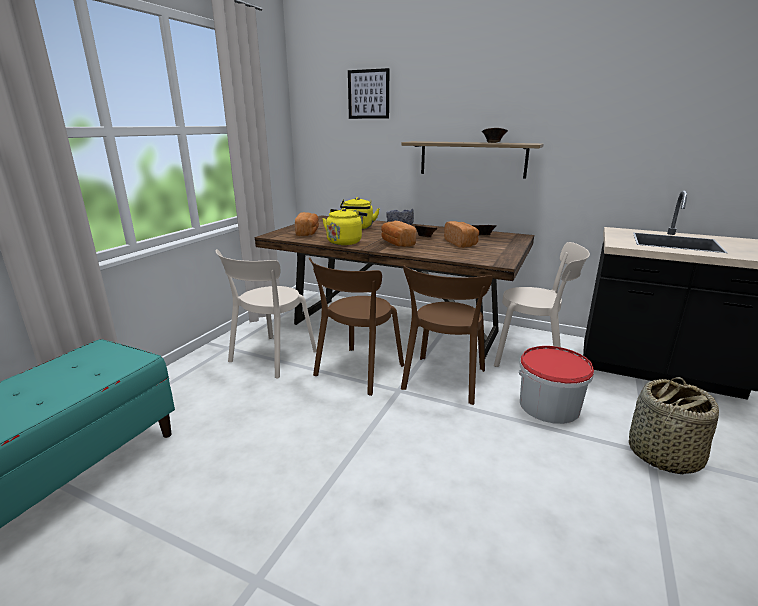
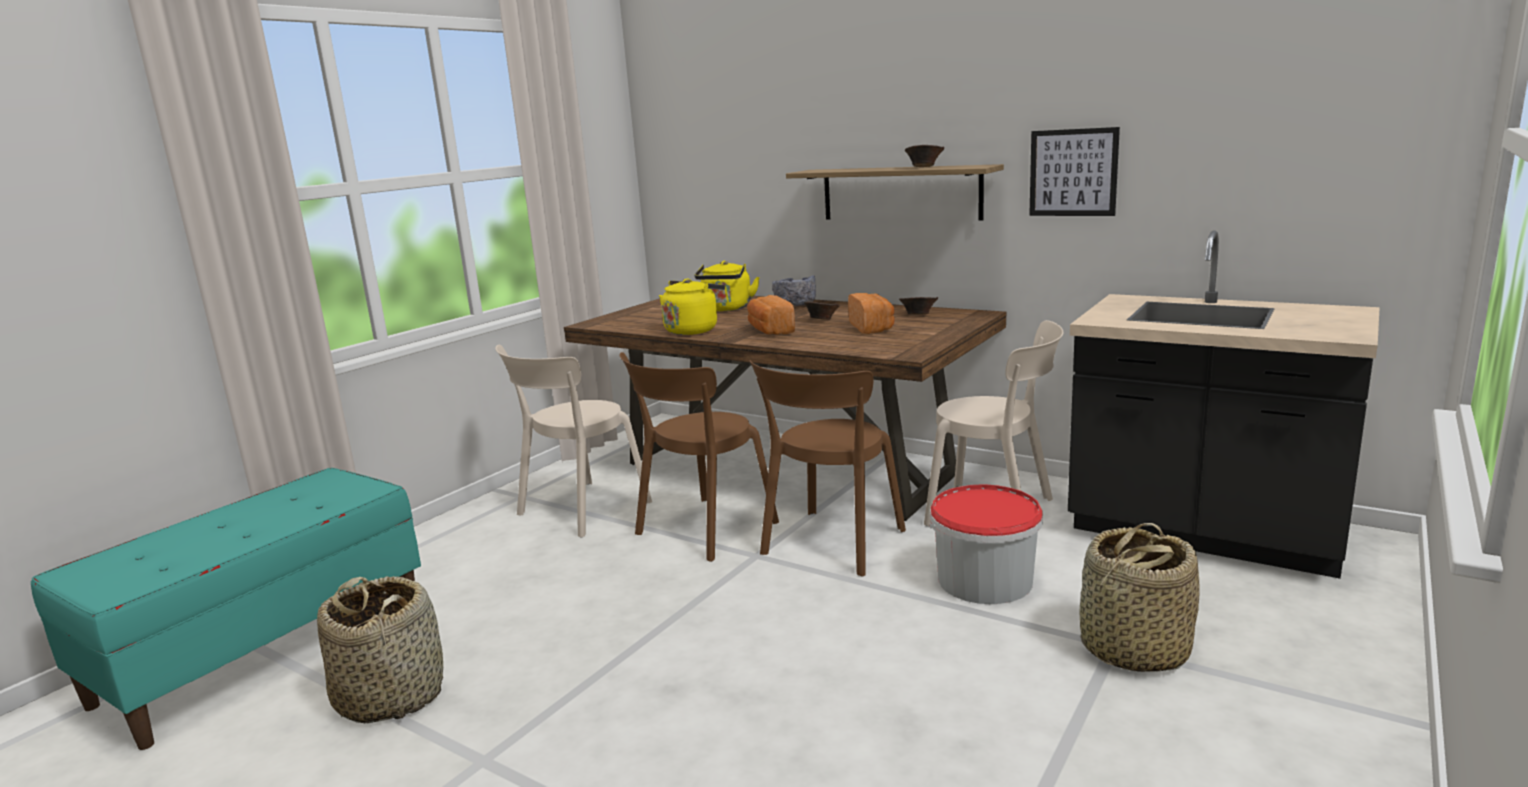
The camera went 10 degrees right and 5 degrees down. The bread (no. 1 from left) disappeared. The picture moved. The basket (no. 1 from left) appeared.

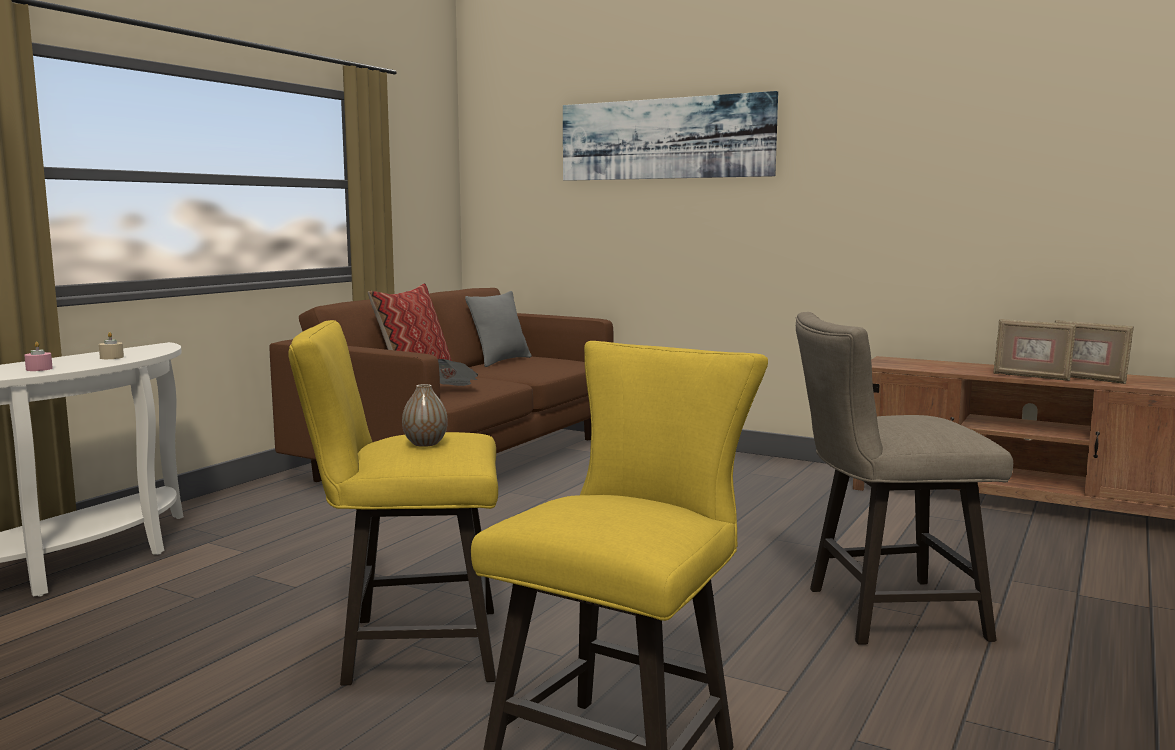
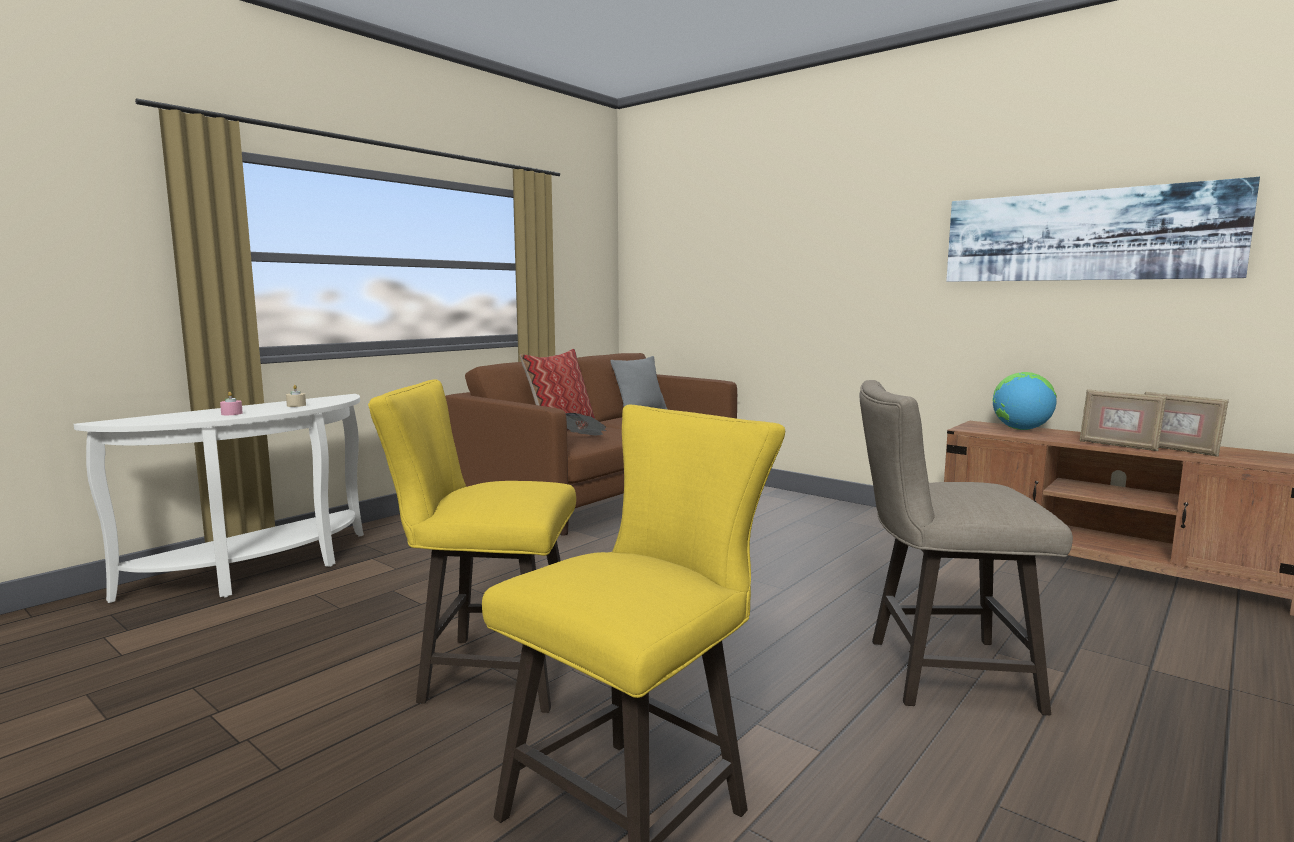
The camera went 10 degrees right and 0 degrees up. The vase disappeared. The picture moved. The globe appeared.

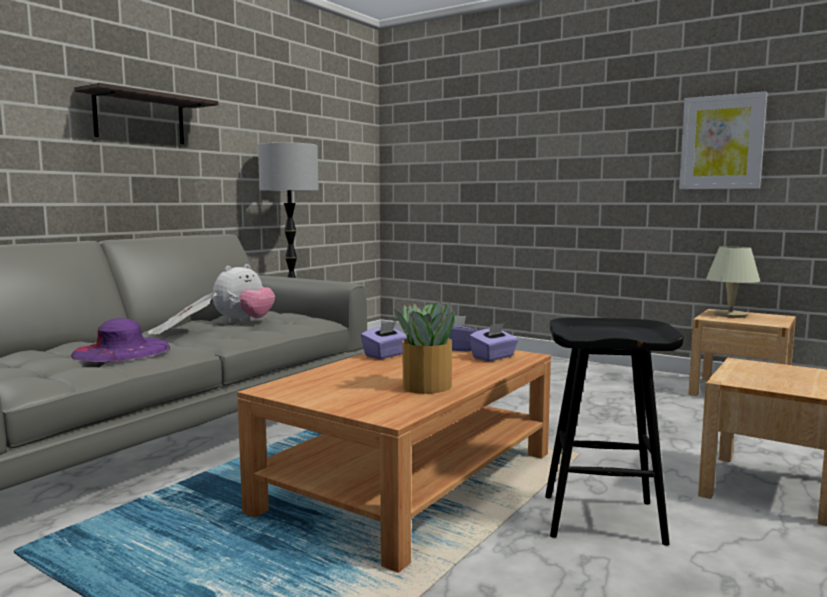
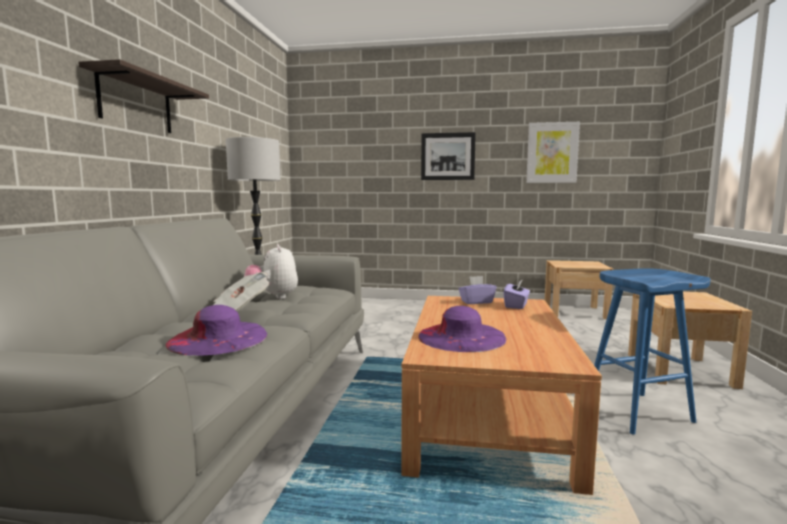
The camera went 25 degrees left and 0 degrees up. The plush toy turned 150 degrees clockwise. The purple tissue box (no. 1 from left) disappeared. The potted plant disappeared. The black stool became the blue stool. The beige table lamp disappeared. The purple hat (no. 2 from left) appeared. The picture (no. 1 from left) appeared.

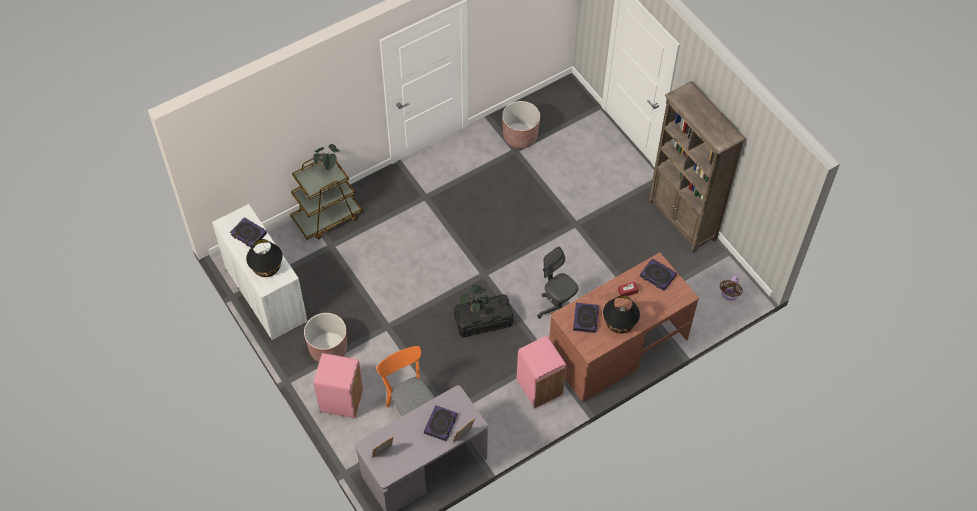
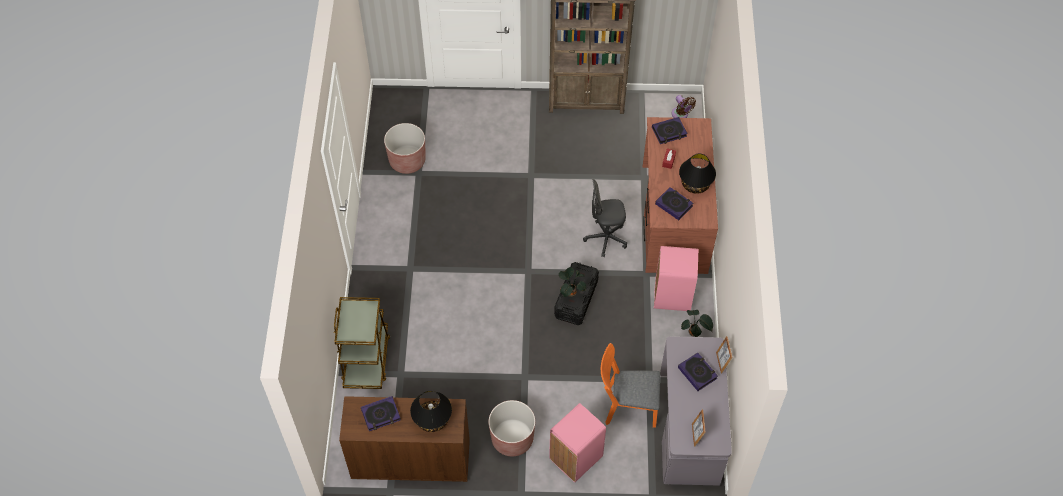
The camera went 55 degrees left and 0 degrees up. The white cabinet became the brown cabinet. The potted plant (no. 1 from left in the first image) moved.

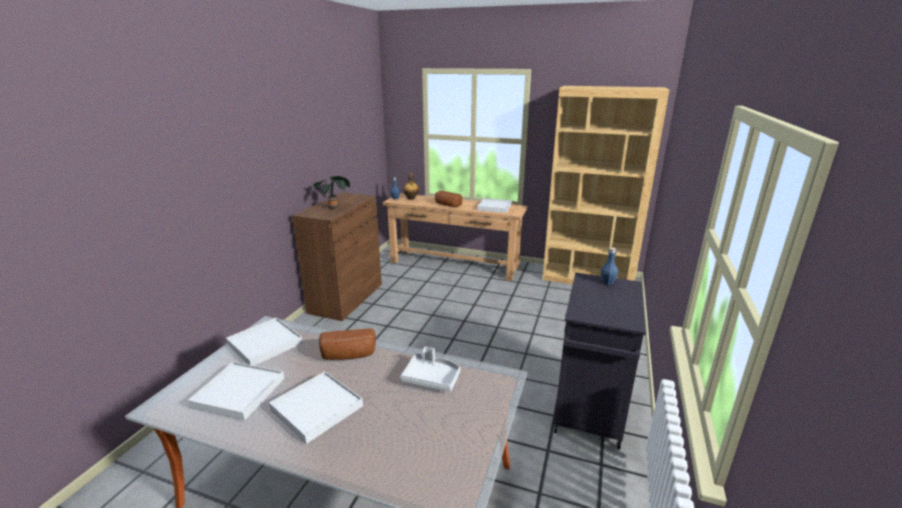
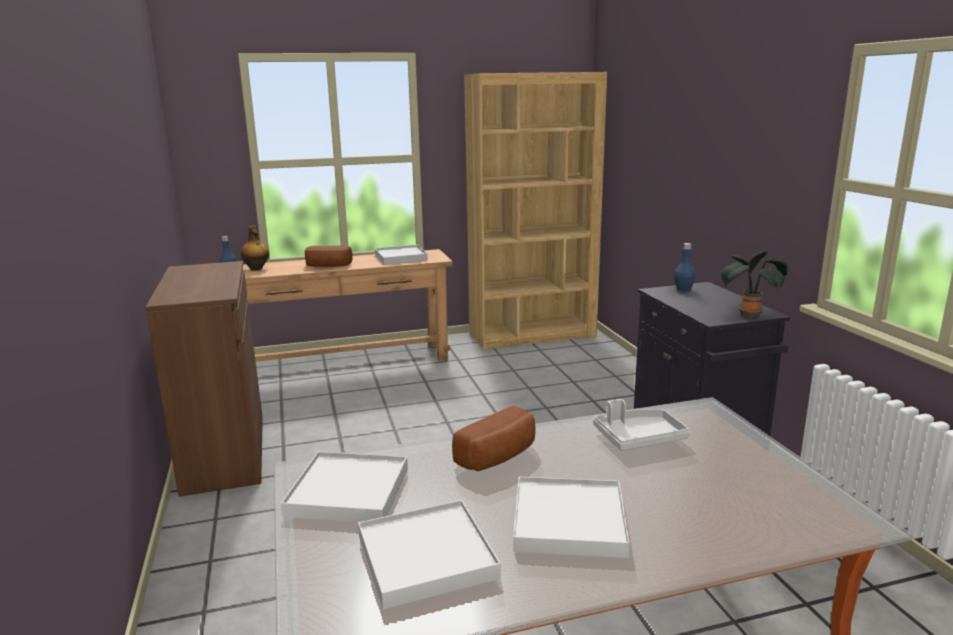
The camera went 35 degrees left and 5 degrees down. The potted plant moved.

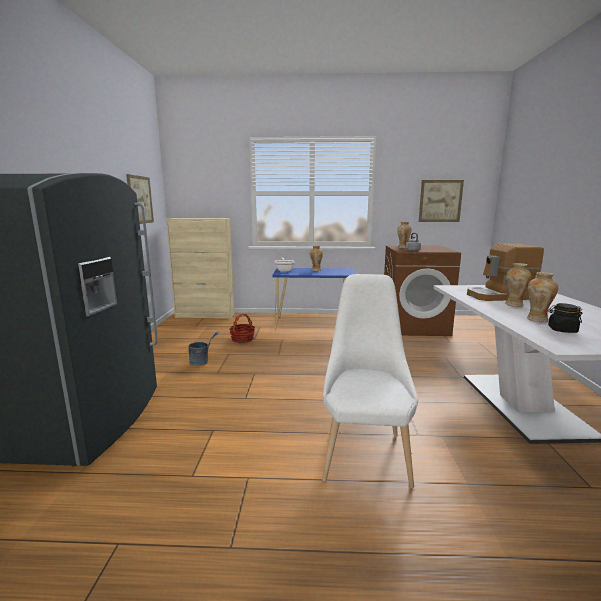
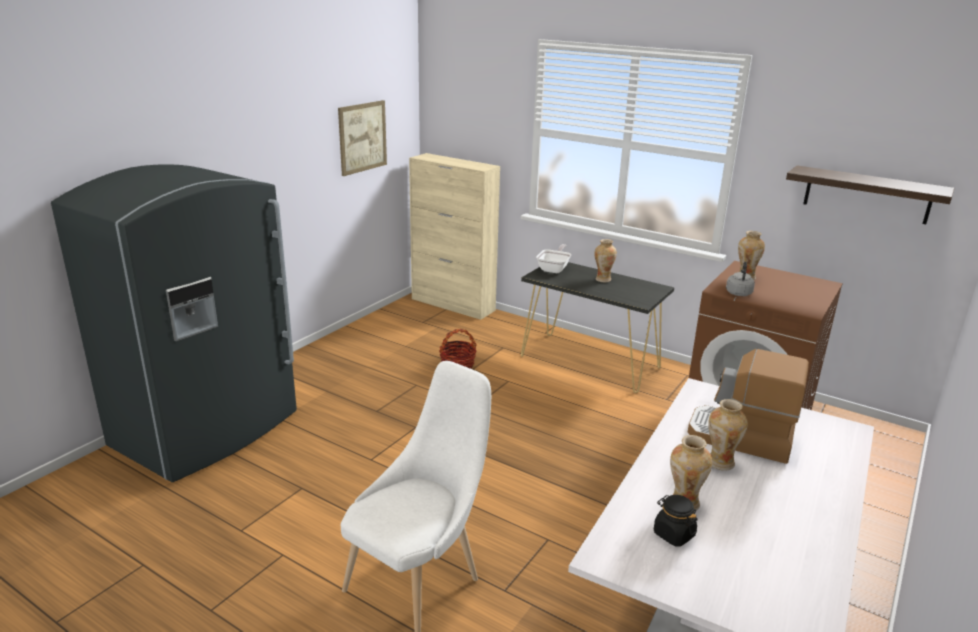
The camera went 30 degrees right and 10 degrees up. The grey bucket disappeared. The blue console table became the black console table. The picture (no. 2 from left) was replaced by the shelf.

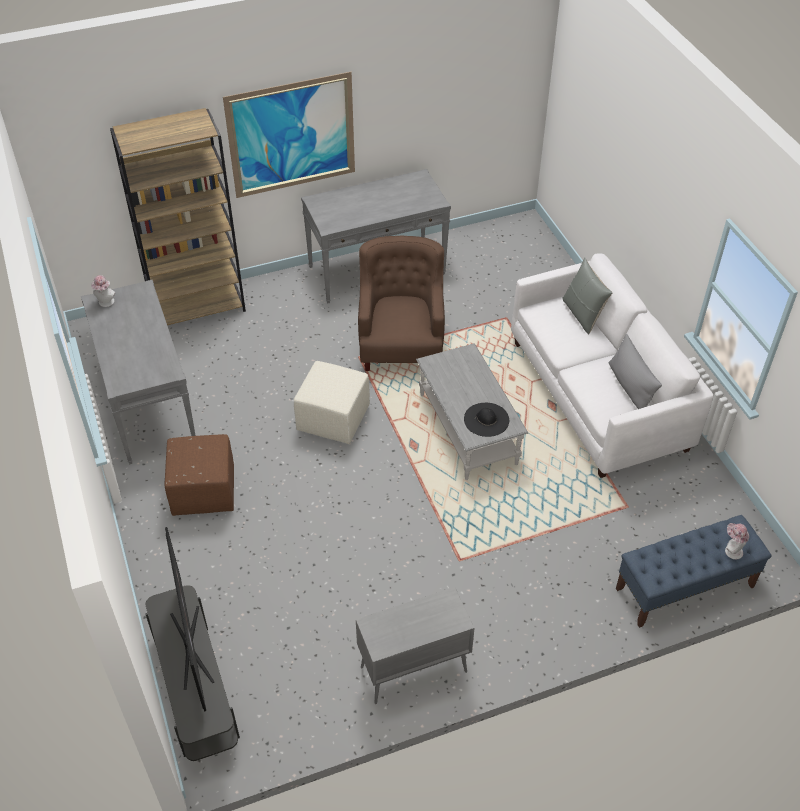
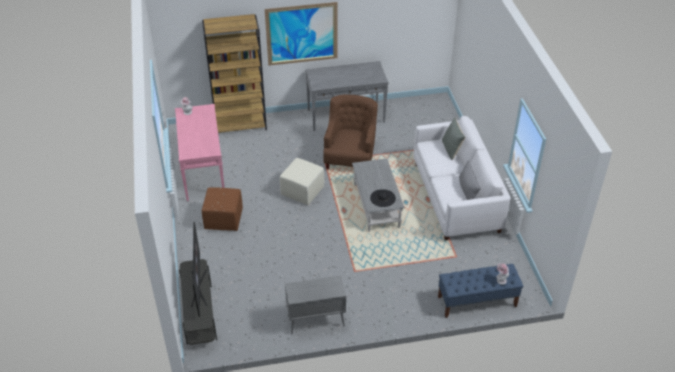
The camera went 10 degrees right and 5 degrees down. The grey console table (no. 1 from left) became the pink console table.

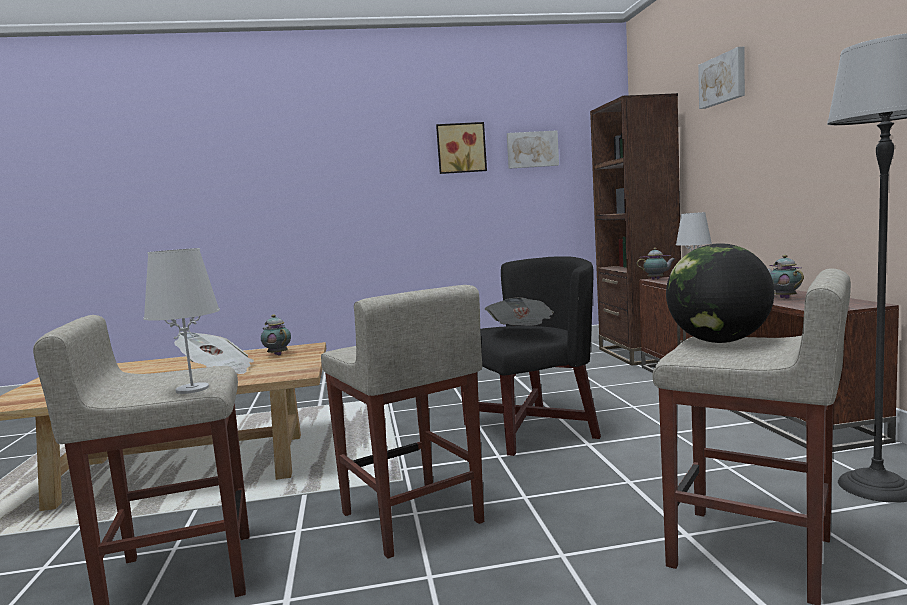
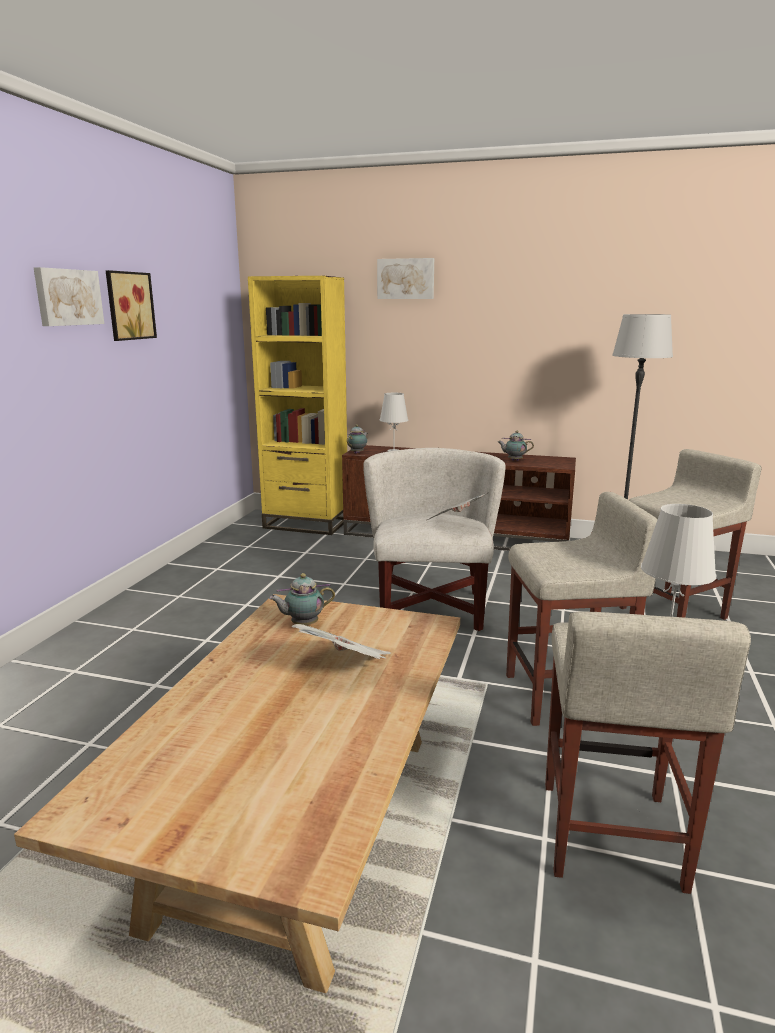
The camera went 65 degrees left and 10 degrees up. The black armchair became the white armchair. The picture (no. 2 from left in the first image) moved. The brown bookcase became the yellow bookcase. The globe disappeared.

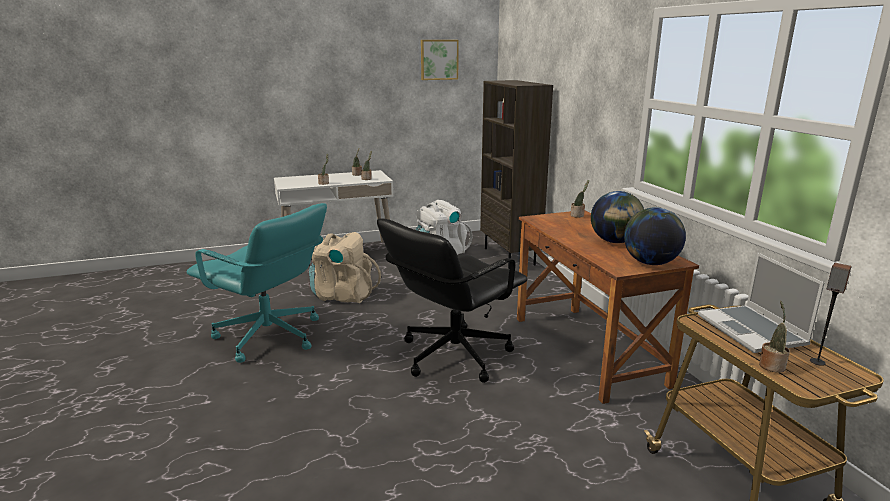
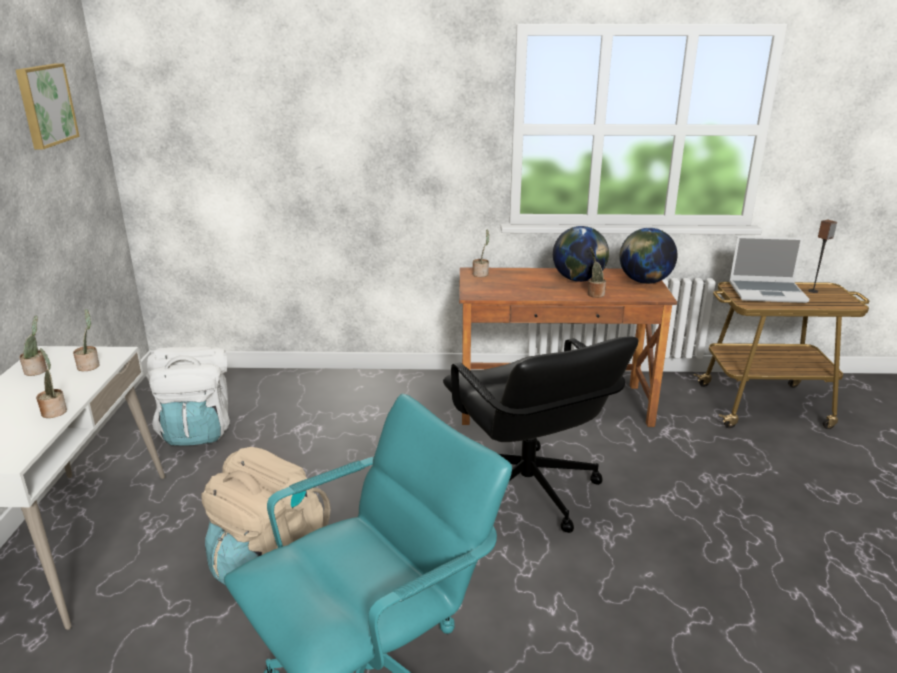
The camera went 70 degrees left and 5 degrees up. The brown bookcase disappeared. The potted plant (no. 5 from left) moved.

